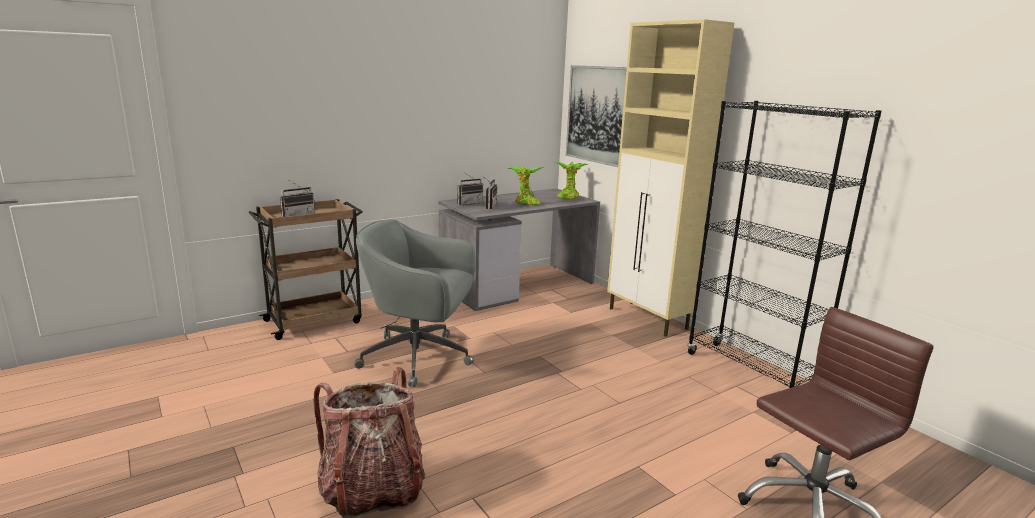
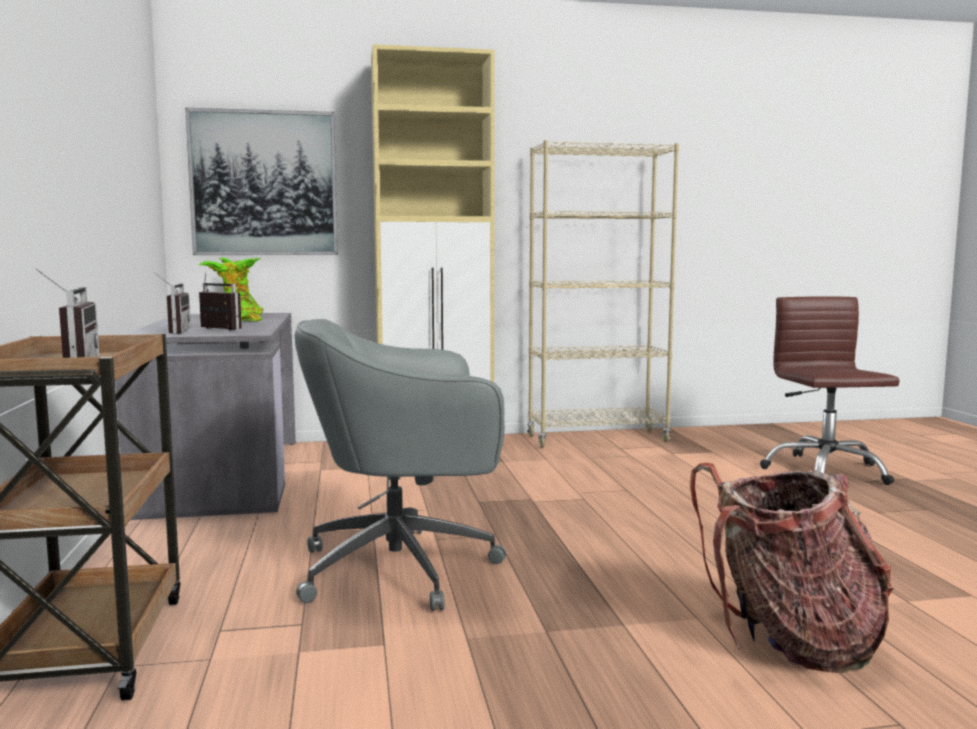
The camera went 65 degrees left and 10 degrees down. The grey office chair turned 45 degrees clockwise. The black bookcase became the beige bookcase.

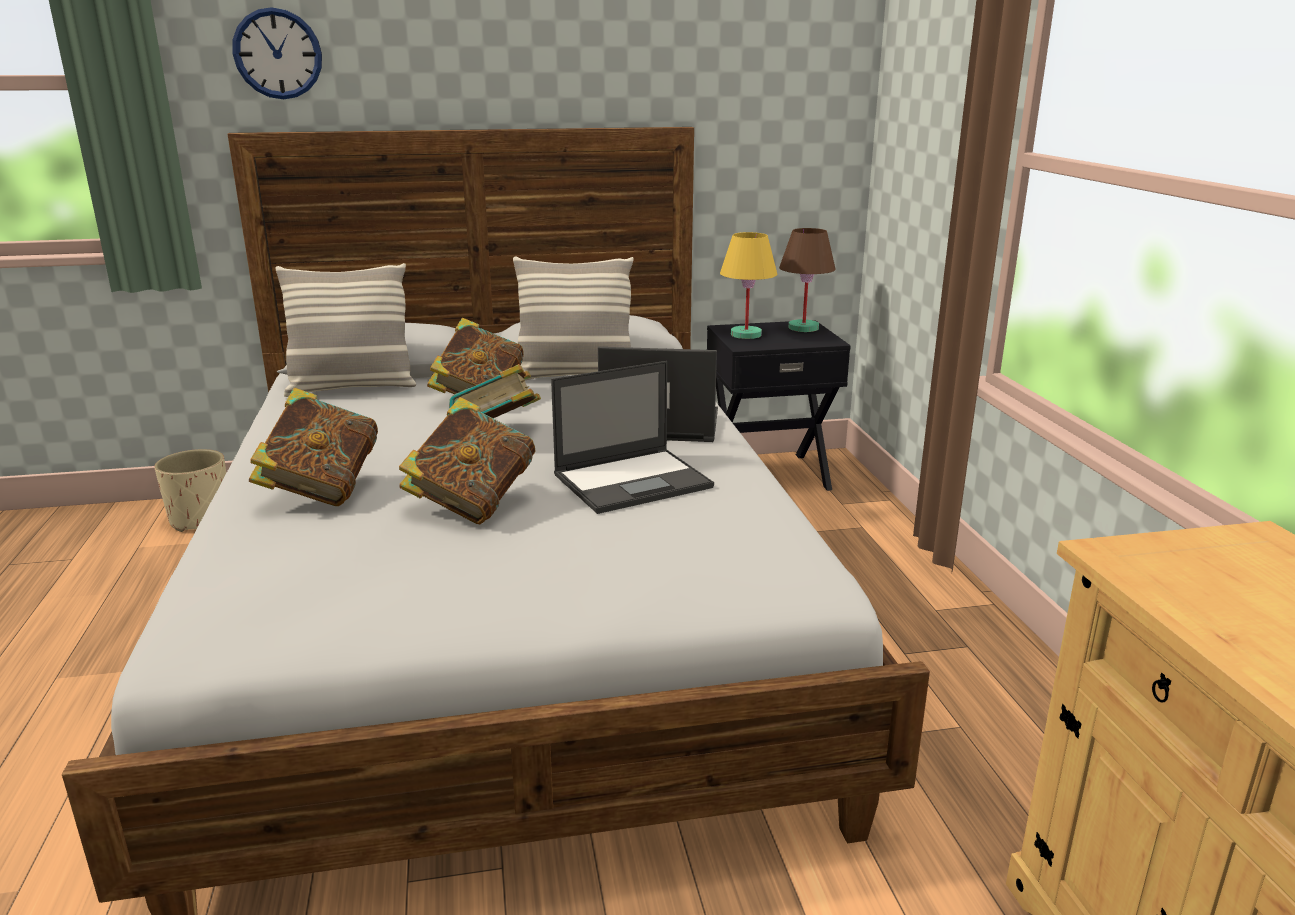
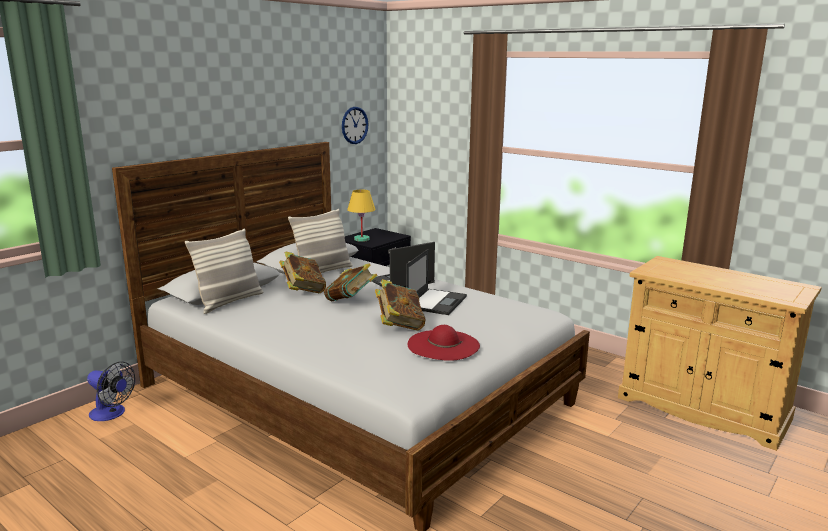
The camera went 40 degrees left and 5 degrees down. The beige planter was replaced by the fan. The wall clock moved. The book (no. 1 from left) disappeared. The brown table lamp disappeared. The red hat appeared.

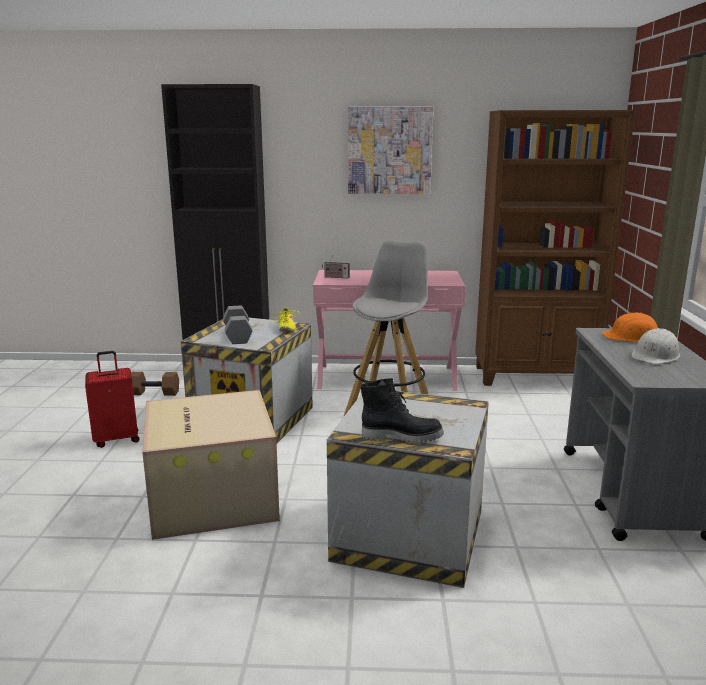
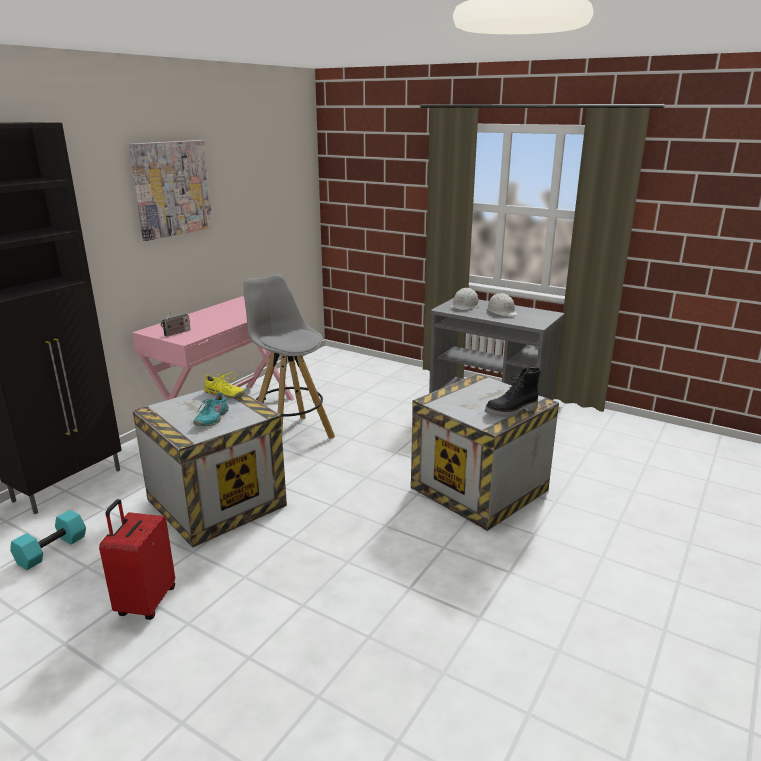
The camera went 60 degrees left and 5 degrees up. The brown dumbbell became the turquoise dumbbell. The cardboard box disappeared. The grey dumbbell was replaced by the turquoise shoe. The black boot turned 150 degrees counterclockwise. The brown bookcase disappeared. The orange hard hat became the white hard hat (no. 1 from left).

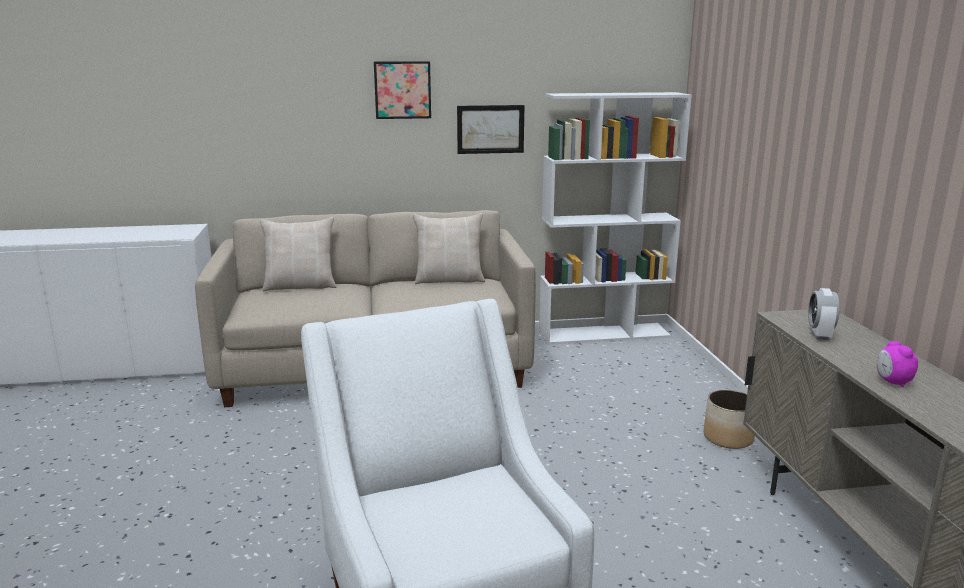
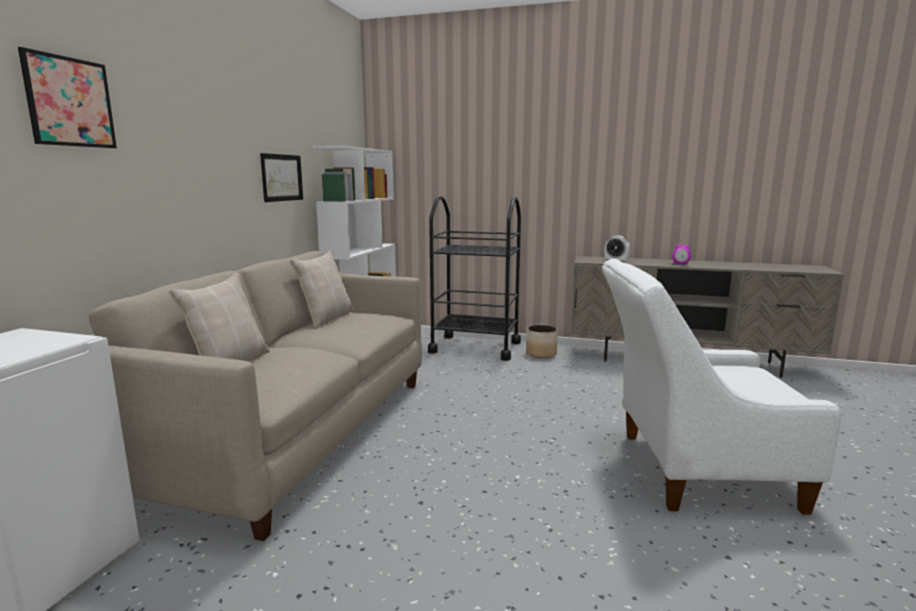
The camera went 65 degrees left and 5 degrees down. The picture (no. 1 from left) moved. The black cart appeared.

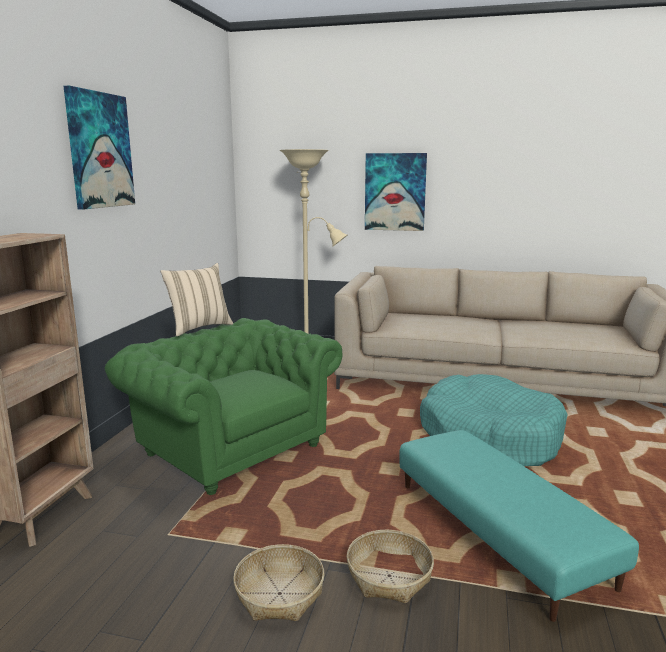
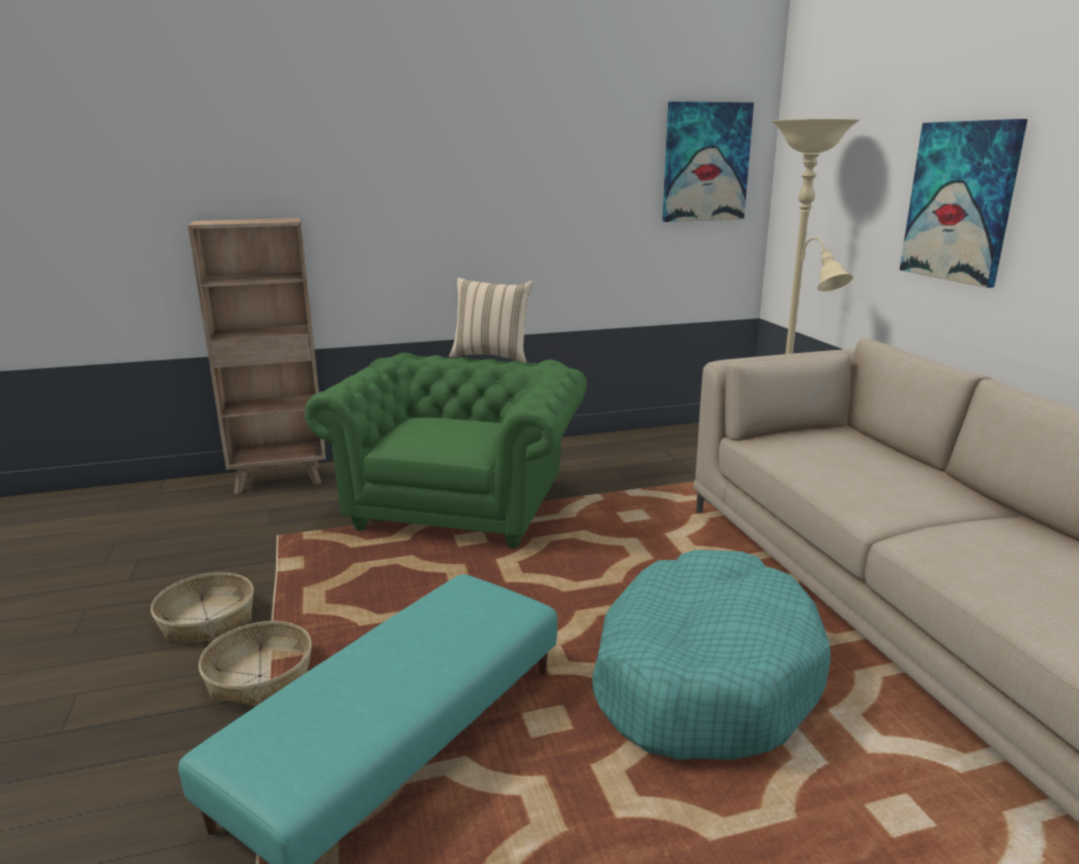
The camera went 60 degrees right and 5 degrees up. The picture (no. 1 from left) moved.

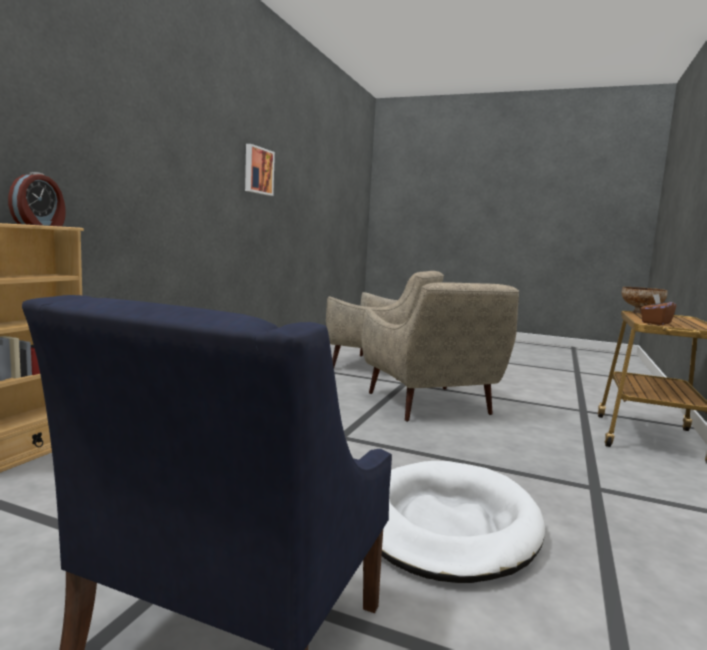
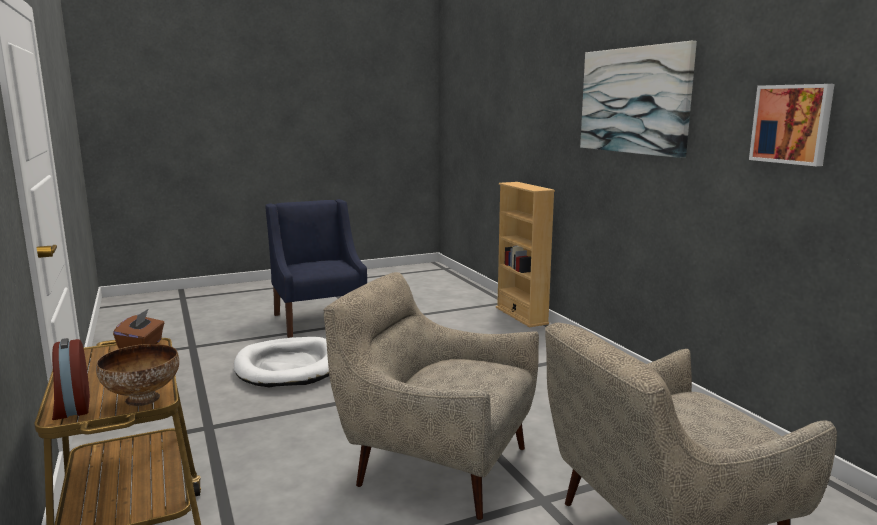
The camera went 135 degrees right and 5 degrees up. The alarm clock moved. The picture (no. 1 from left) appeared.

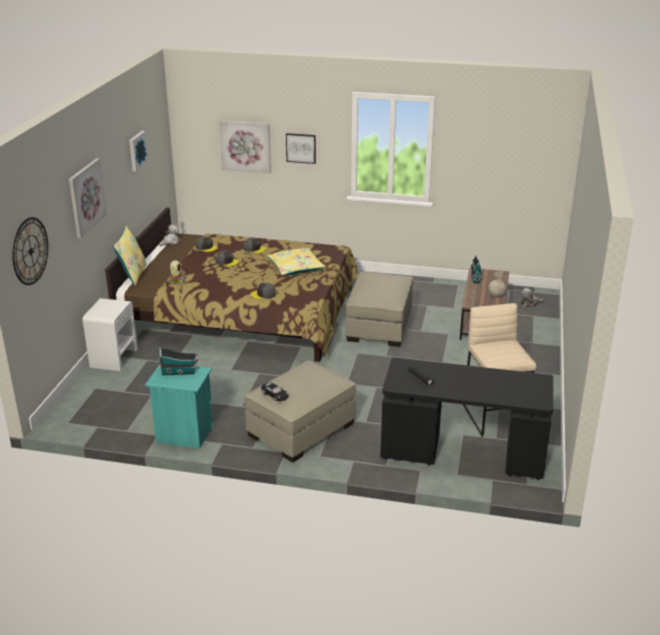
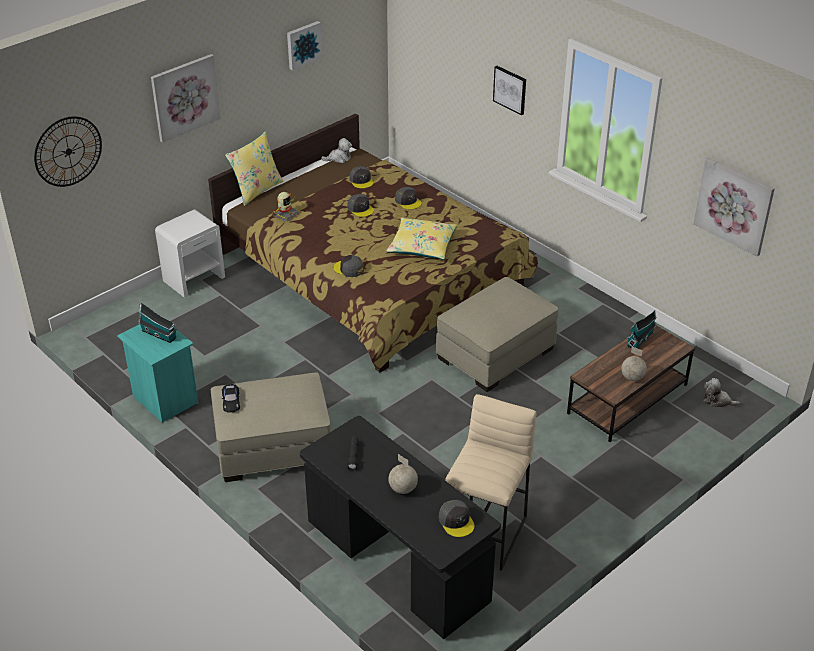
The camera went 35 degrees right and 10 degrees up. The picture (no. 3 from left in the first image) moved. The globe (no. 1 from left) appeared. The grey cap (no. 5 from left) appeared.

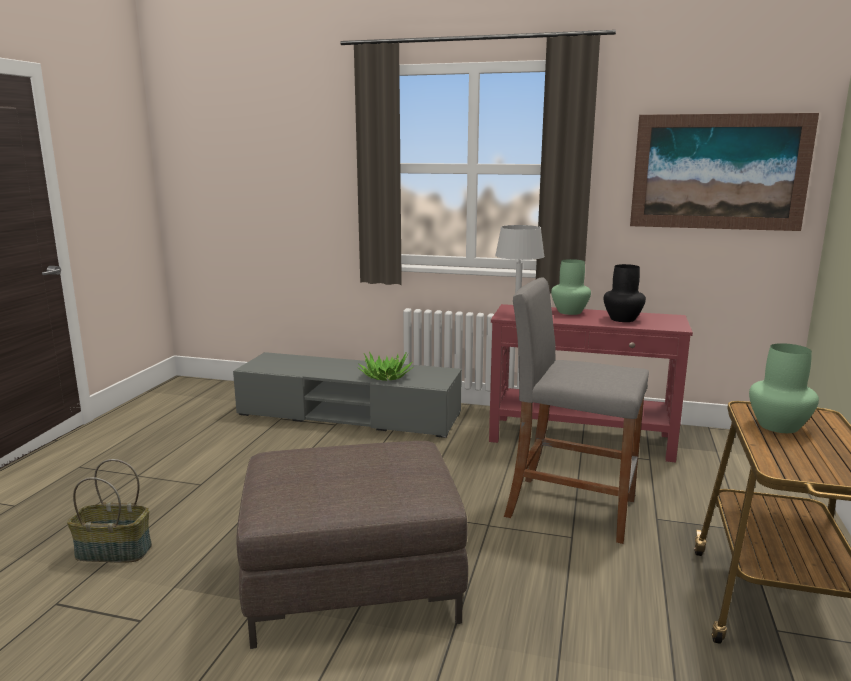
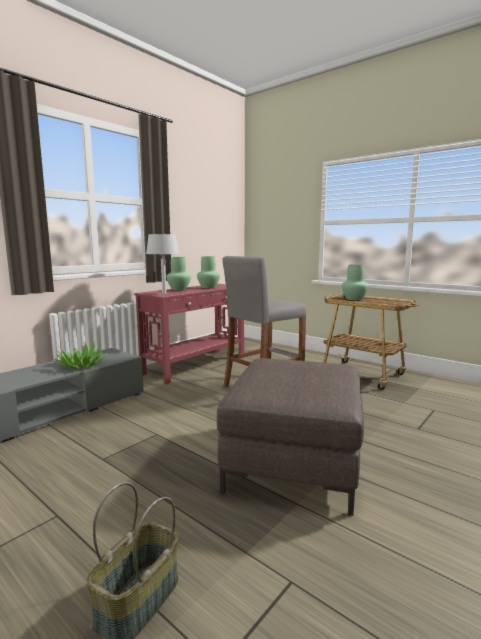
The camera went 65 degrees left and 5 degrees down. The black vase became the green vase (no. 2 from left). The picture disappeared.

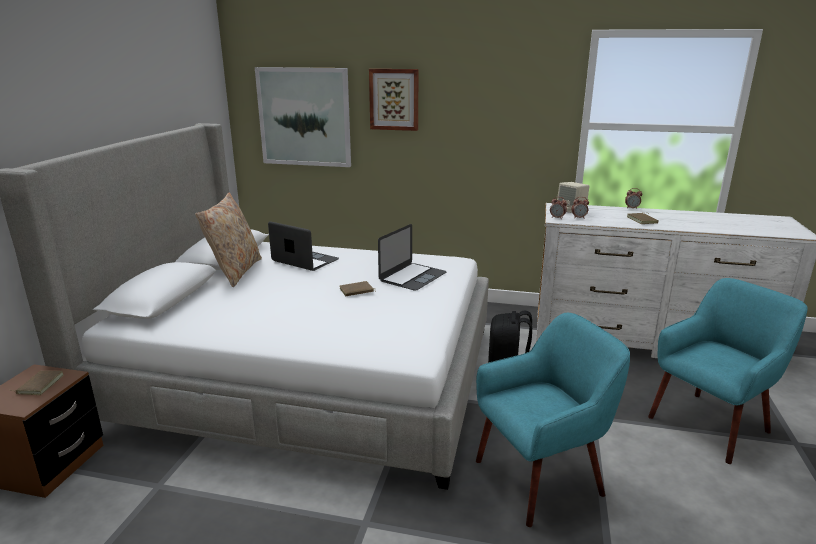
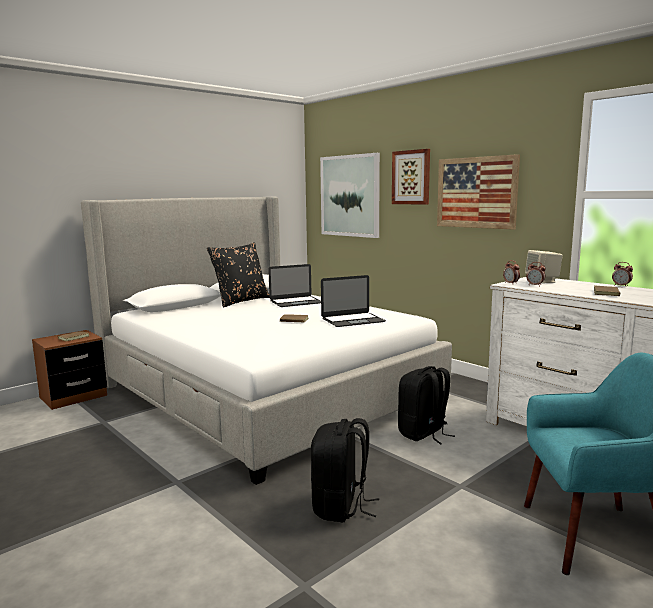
The camera went 35 degrees right and 10 degrees down. The beige pillow became the black pillow. The laptop (no. 1 from left) turned 90 degrees clockwise. The turquoise armchair (no. 1 from left) was replaced by the black backpack (no. 1 from left). The picture (no. 3 from left) appeared.

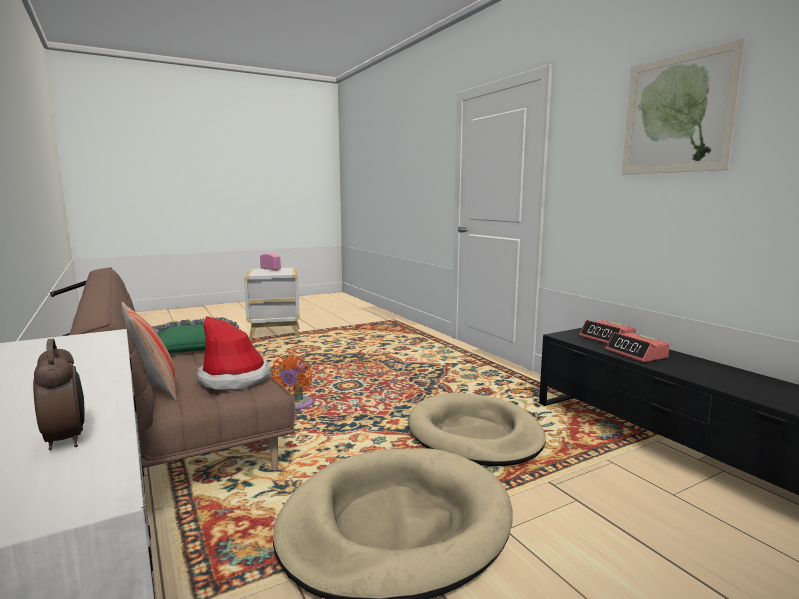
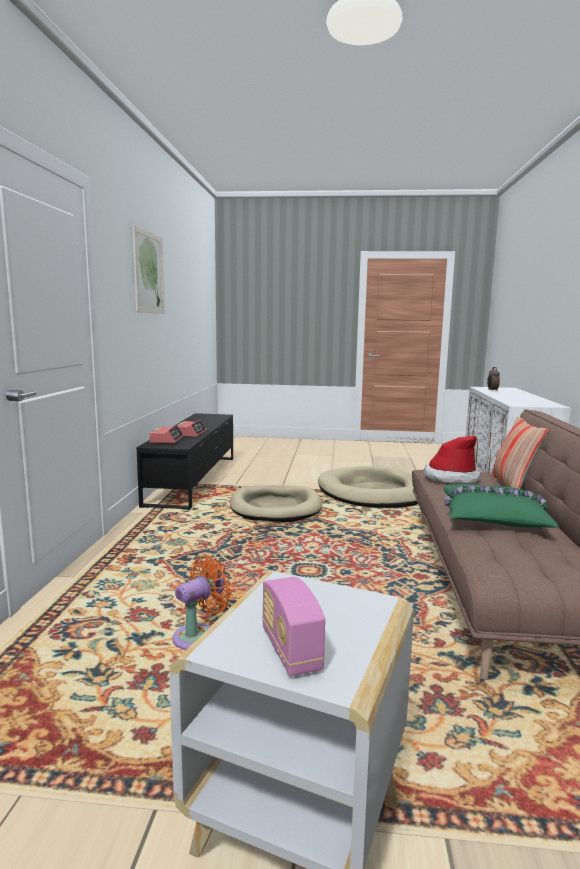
The camera went 145 degrees left and 0 degrees up. The orange fan moved.

